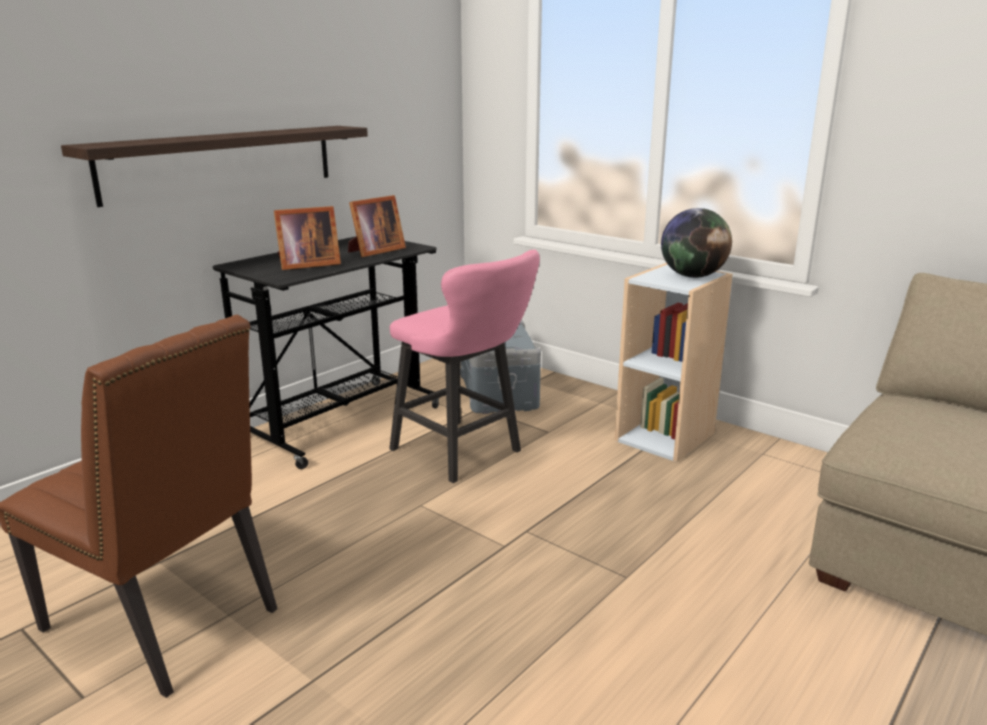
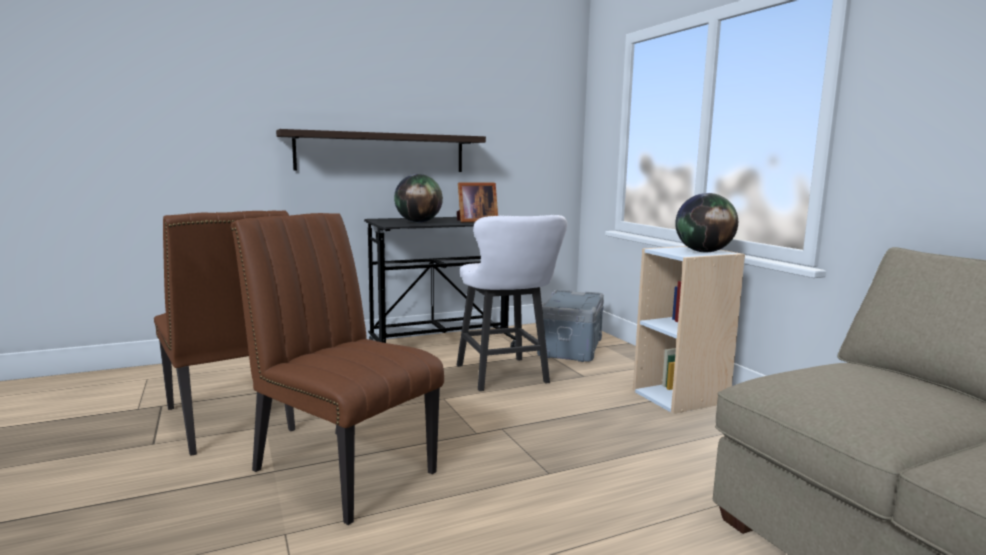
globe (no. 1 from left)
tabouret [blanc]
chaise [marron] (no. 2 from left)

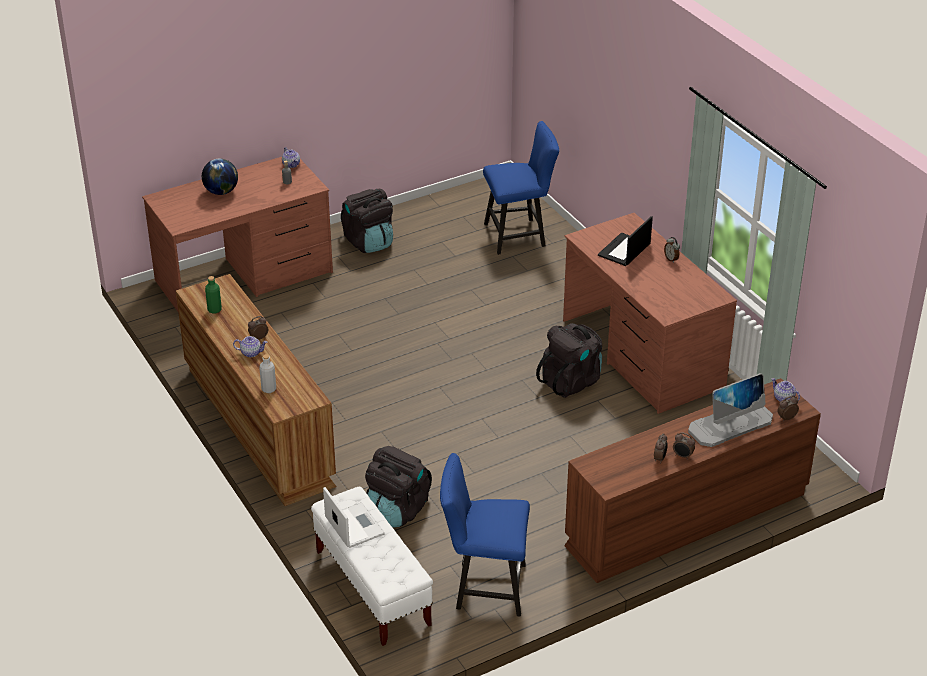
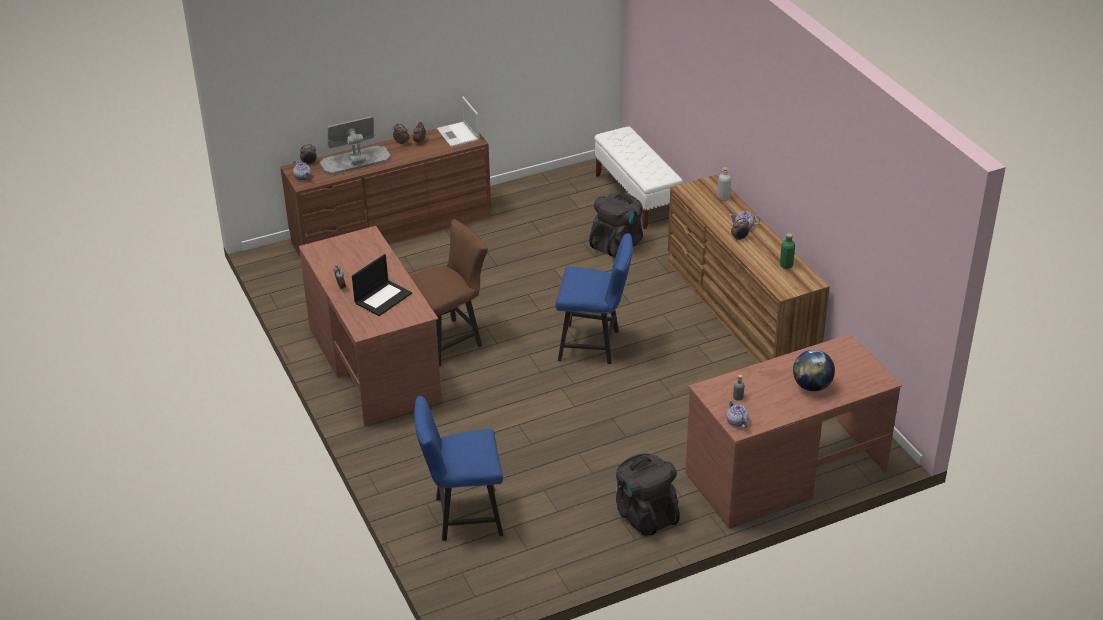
ordinateur portable (no. 2 from left)
chaise [bleu] (no. 2 from left)
chaise [marron]

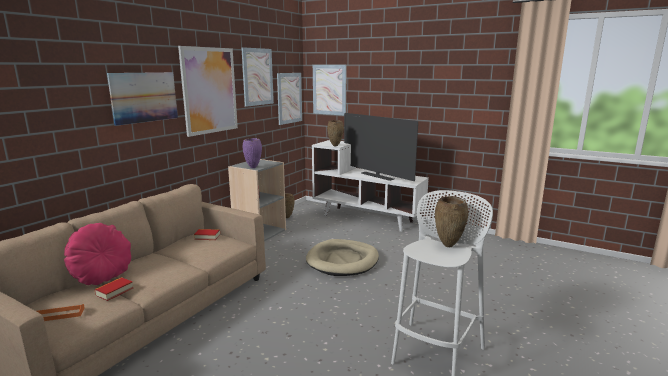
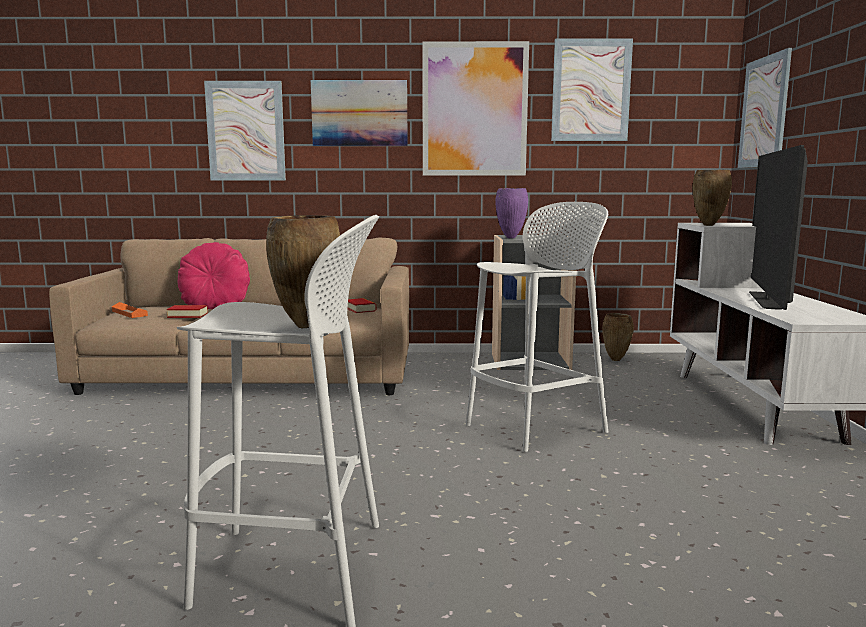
tableau (no. 1 from left)
tabouret [blanc] (no. 2 from left)

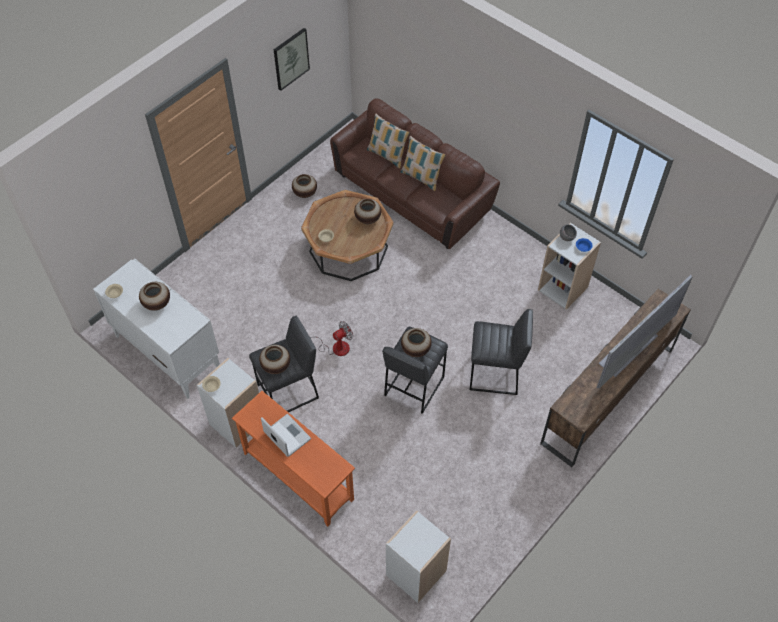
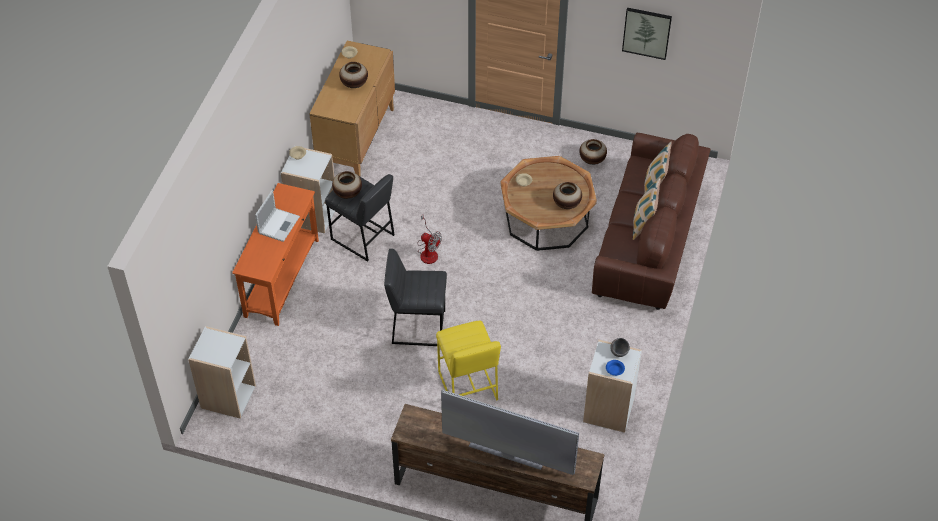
meuble de rangement [marron]
vase (no. 5 from left in the first image)
tabouret [jaune]

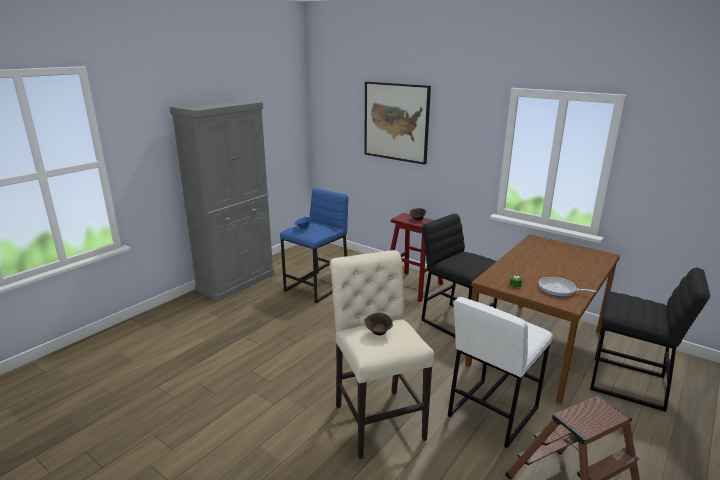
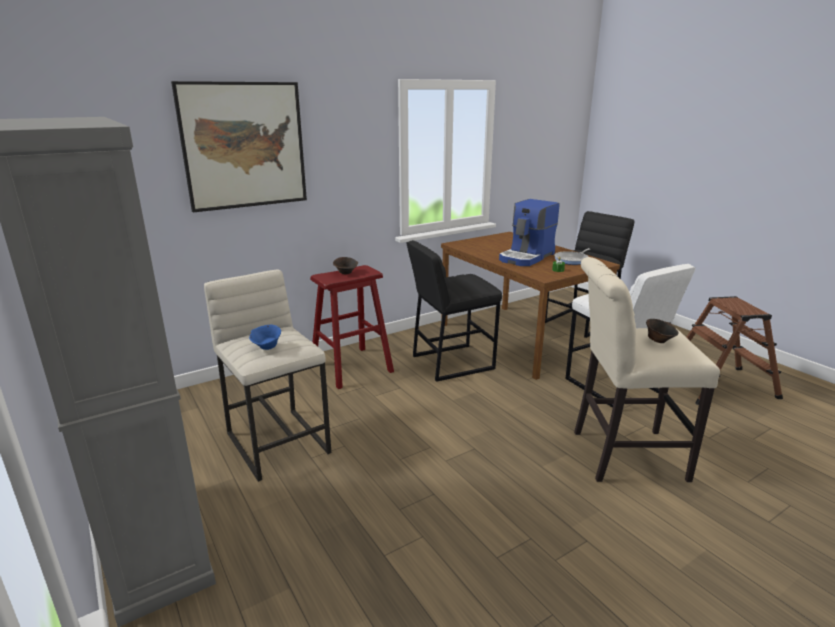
tabouret [beige] (no. 1 from left)
machine à café

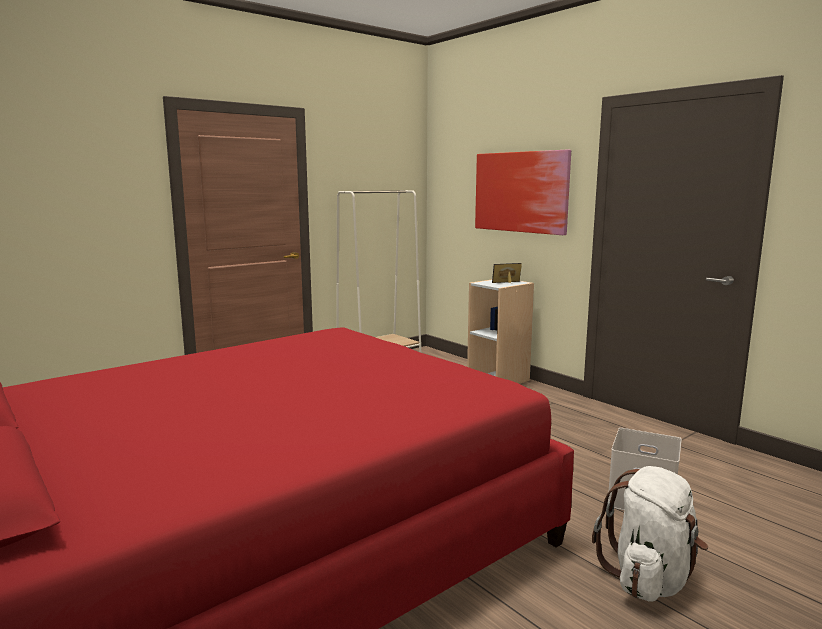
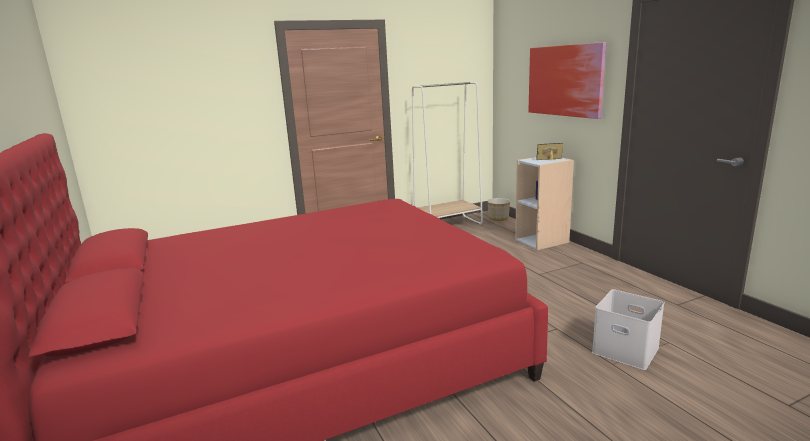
sac à dos [blanc]
cache-pot

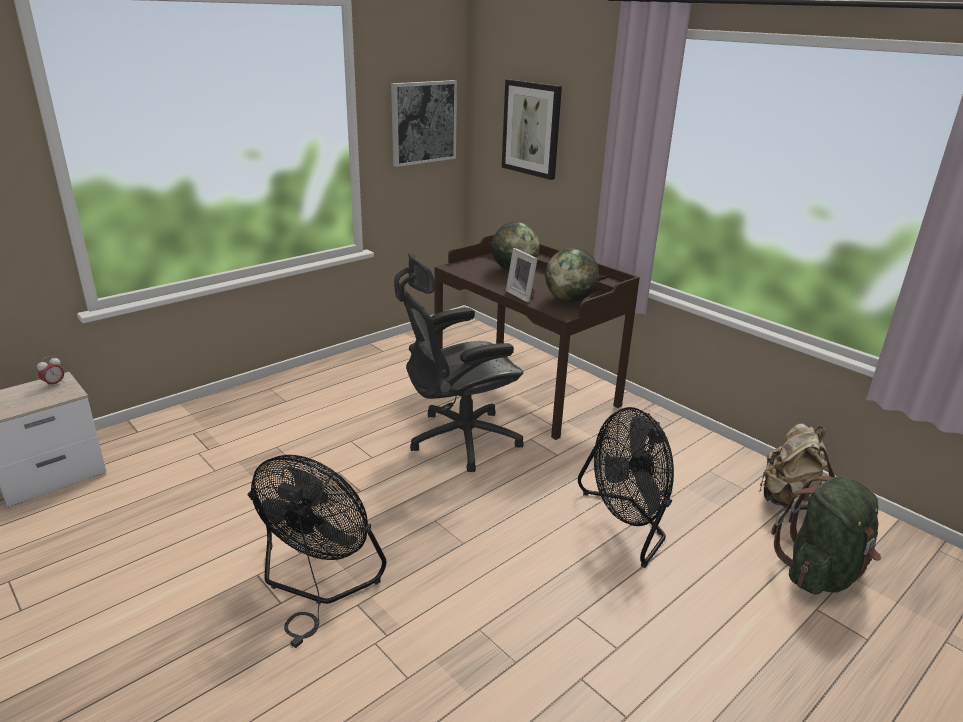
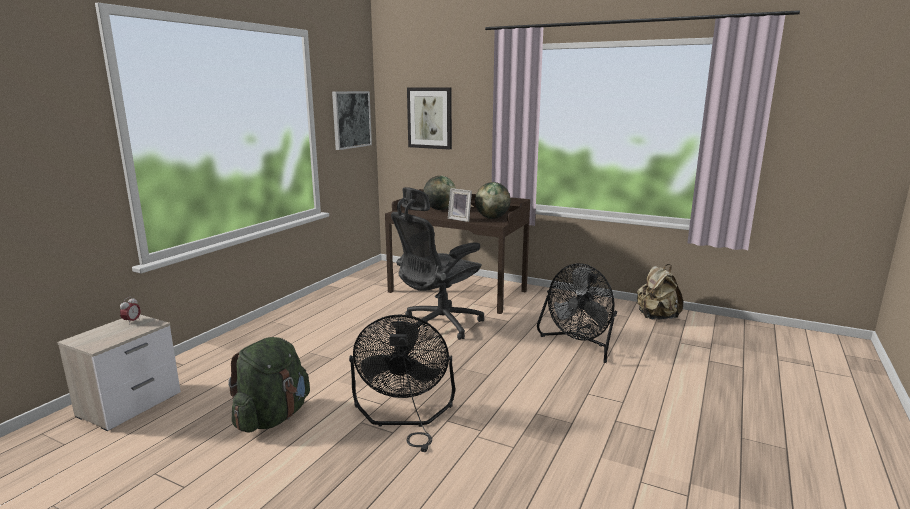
sac à dos [vert]

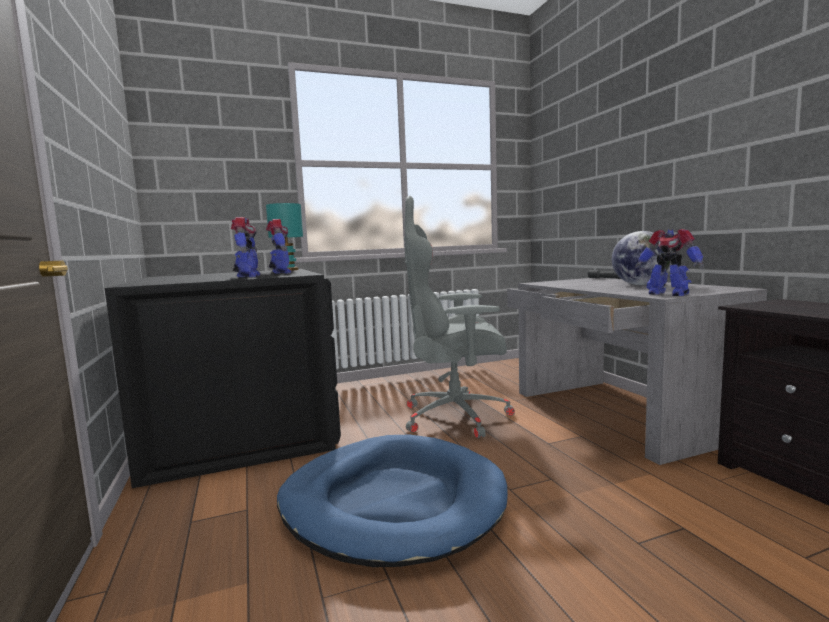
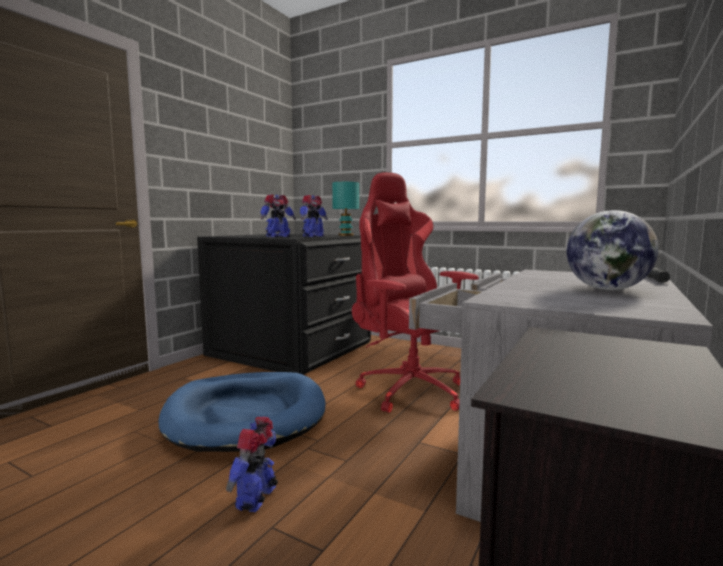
chaise de bureau [rouge]
robot jouet (no. 1 from left)

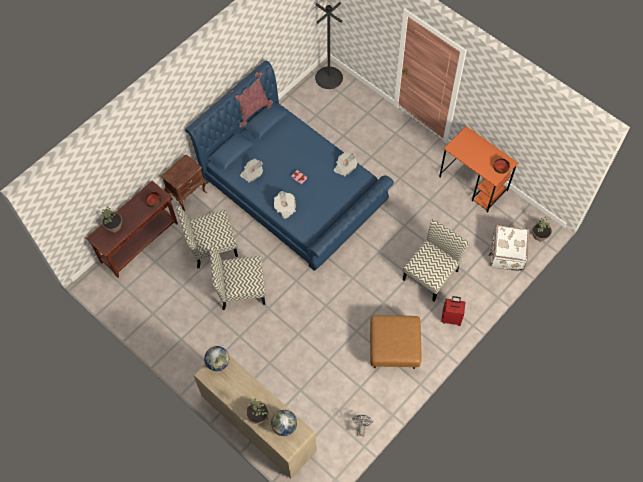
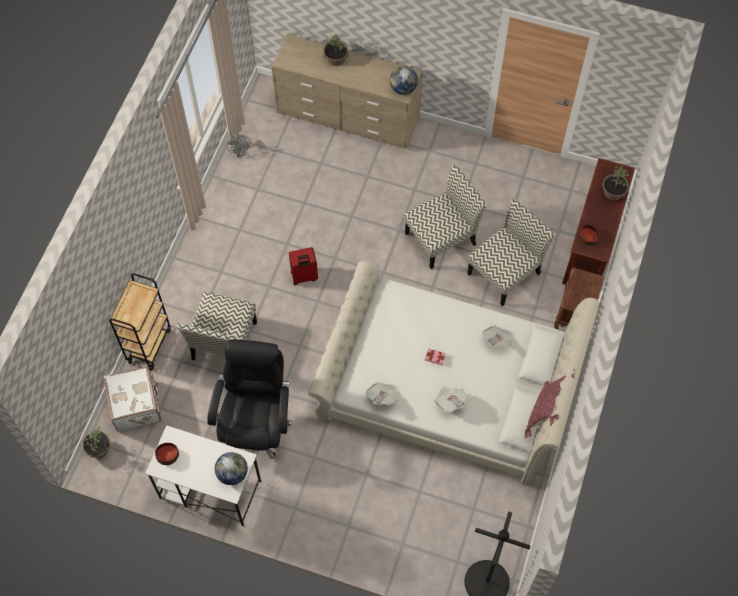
lit [beige]
globe (no. 1 from left)
journal (no. 2 from left)
pouf [marron]
bureau [blanc]
valise [rouge]
chariot [marron]
chaise de bureau [noir]

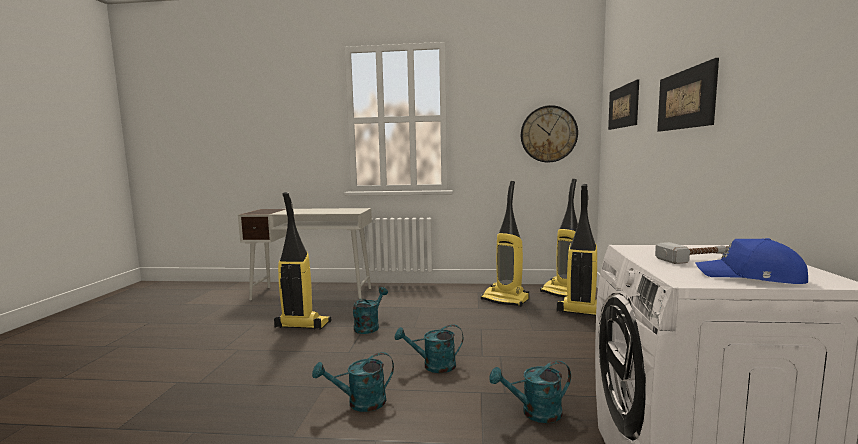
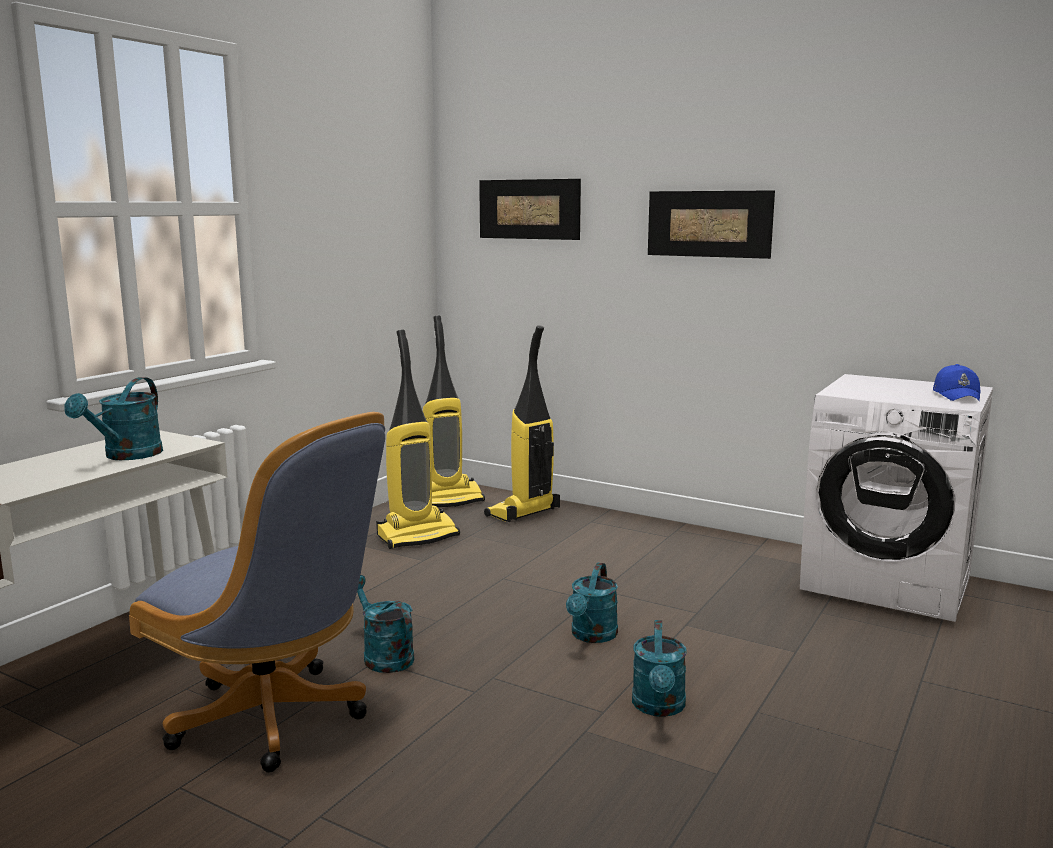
chaise de bureau [bleu]
arrosoir [turquoise] (no. 1 from left)
horloge murale
marteau
casquette [bleu]

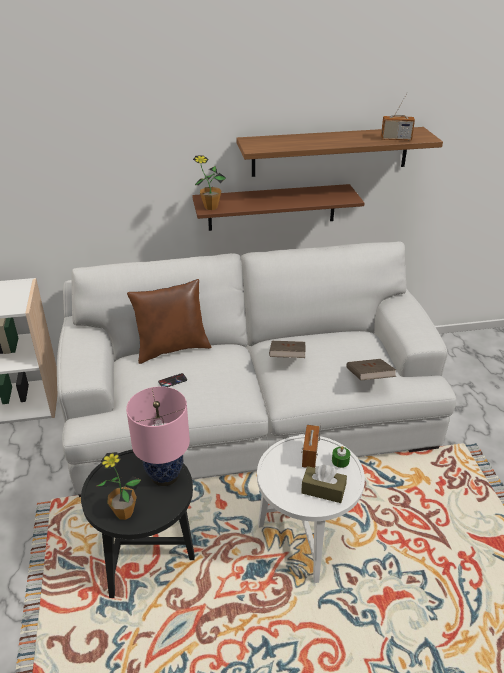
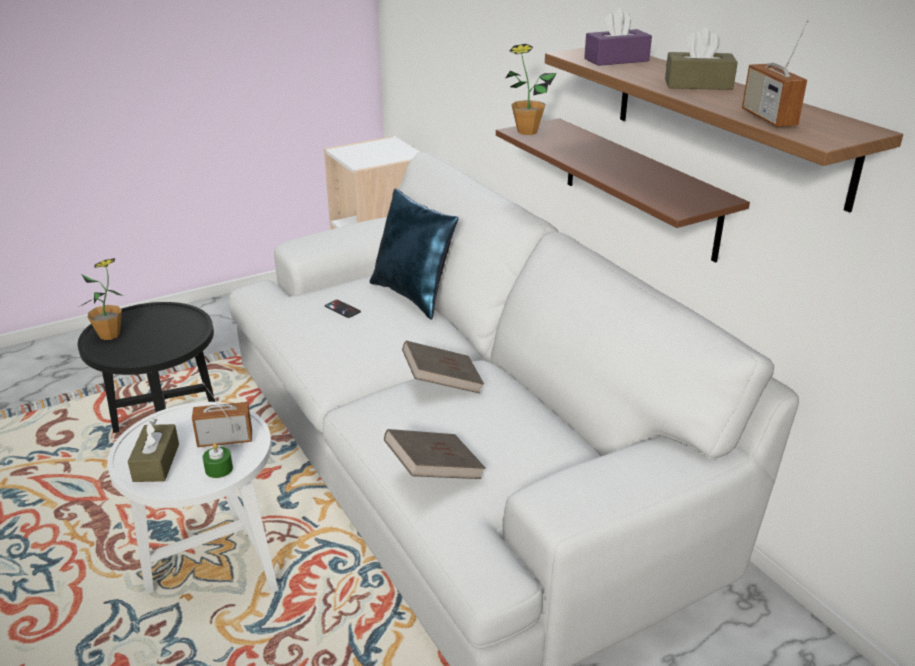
lampe de table [rose]
coussin [bleu]
boîte à mouchoirs [violet]
boîte à mouchoirs [marron] (no. 2 from left)

